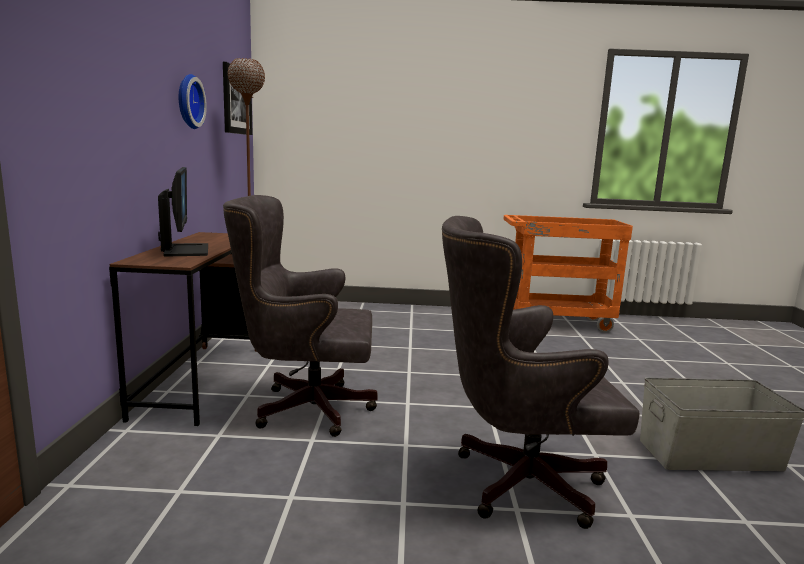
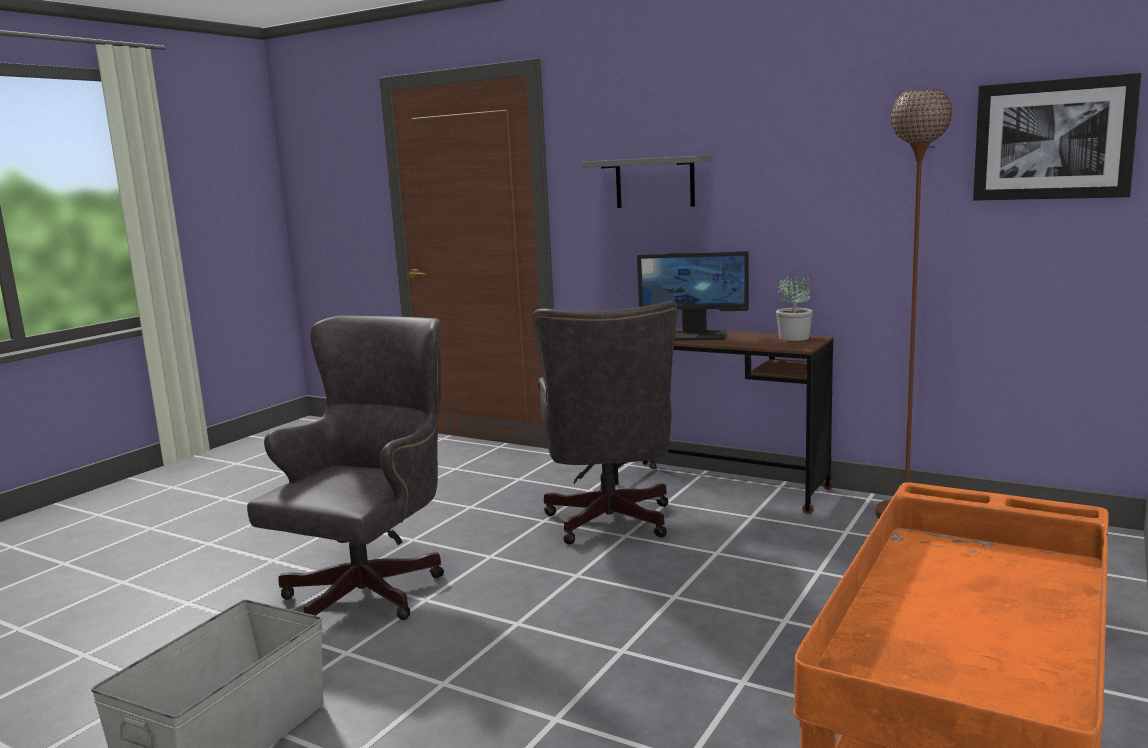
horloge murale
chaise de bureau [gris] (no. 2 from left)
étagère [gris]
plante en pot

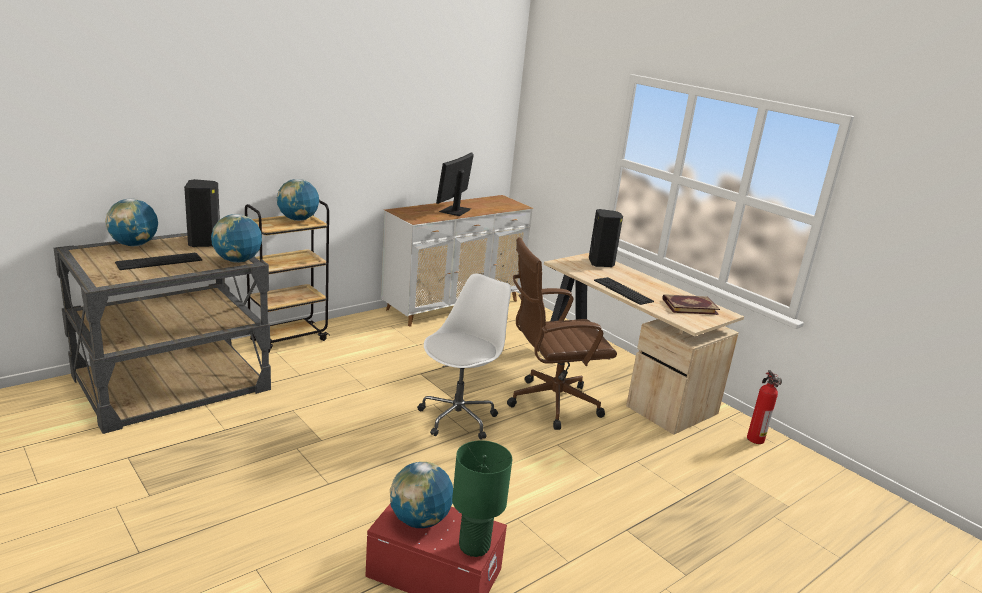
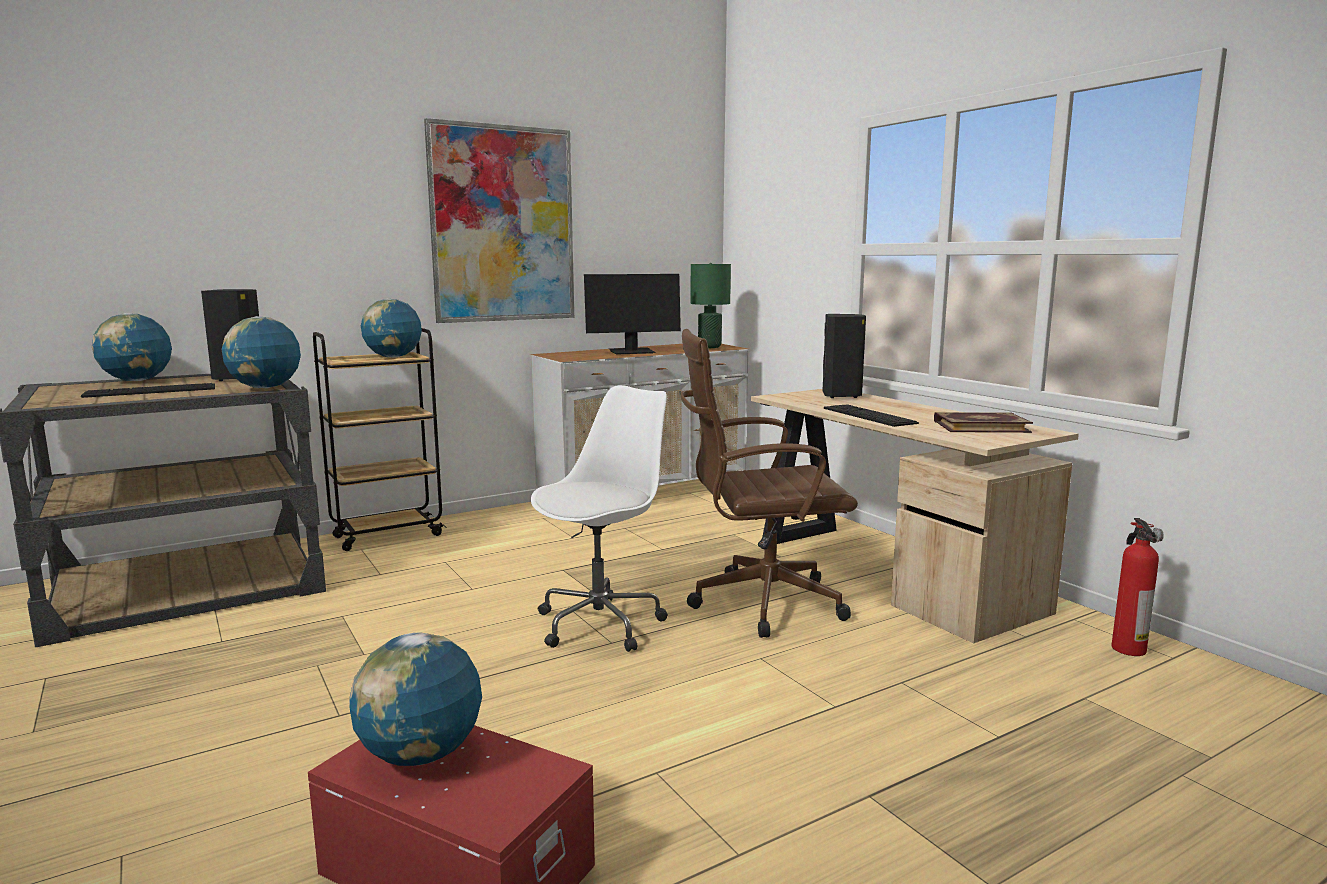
écran d'ordinateur
lampe de table [vert]
tableau

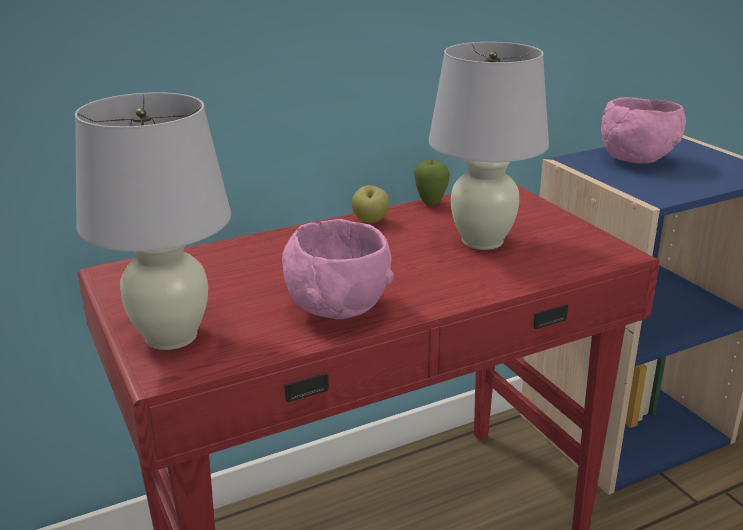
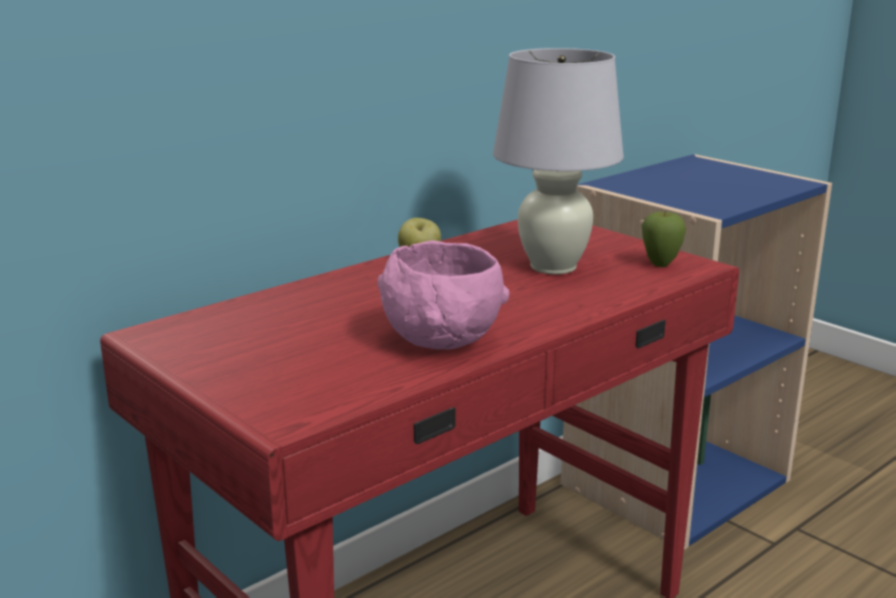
lampe de table [blanc] (no. 1 from left in the first image)
pomme (no. 2 from left)
bol [rose] (no. 2 from left in the first image)

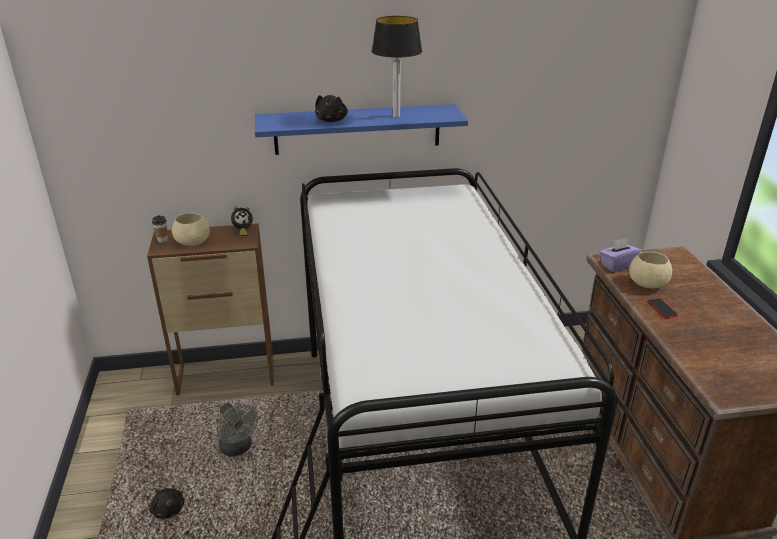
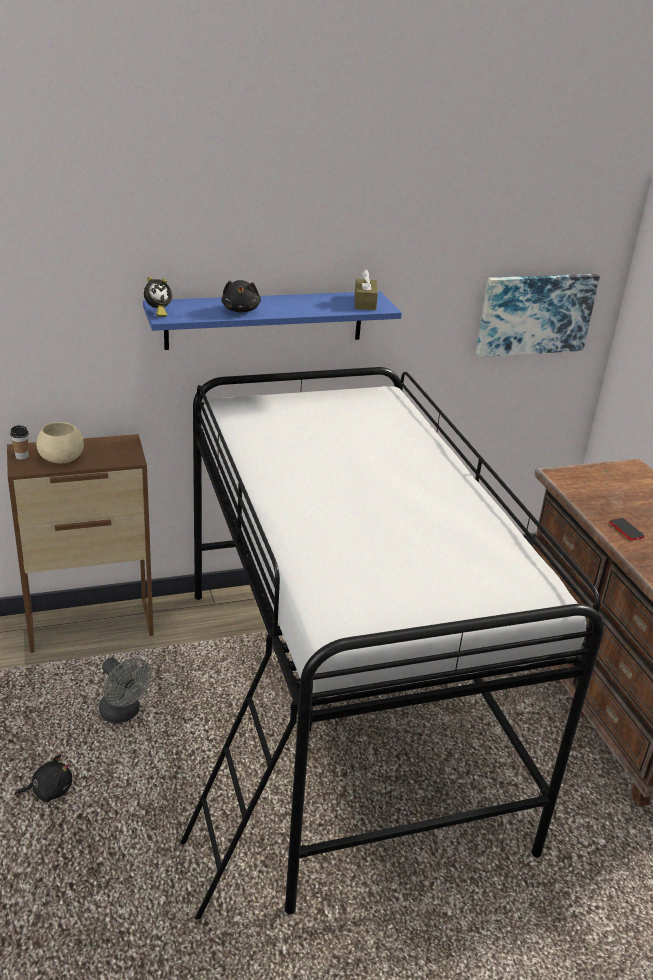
peluche [noir] (no. 1 from left)
réveil
lampe de table
boîte à mouchoirs [violet]
bol [beige] (no. 2 from left in the first image)
boîte à mouchoirs [marron]
tableau

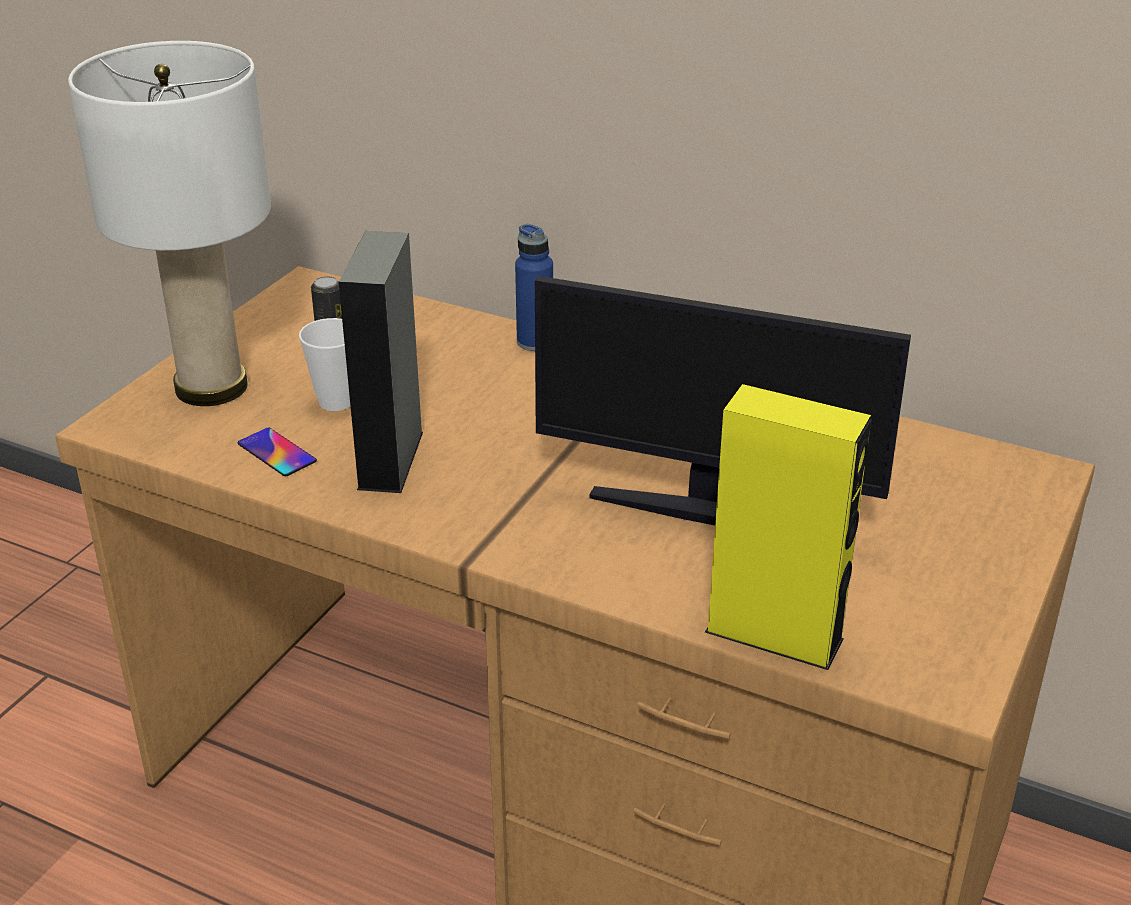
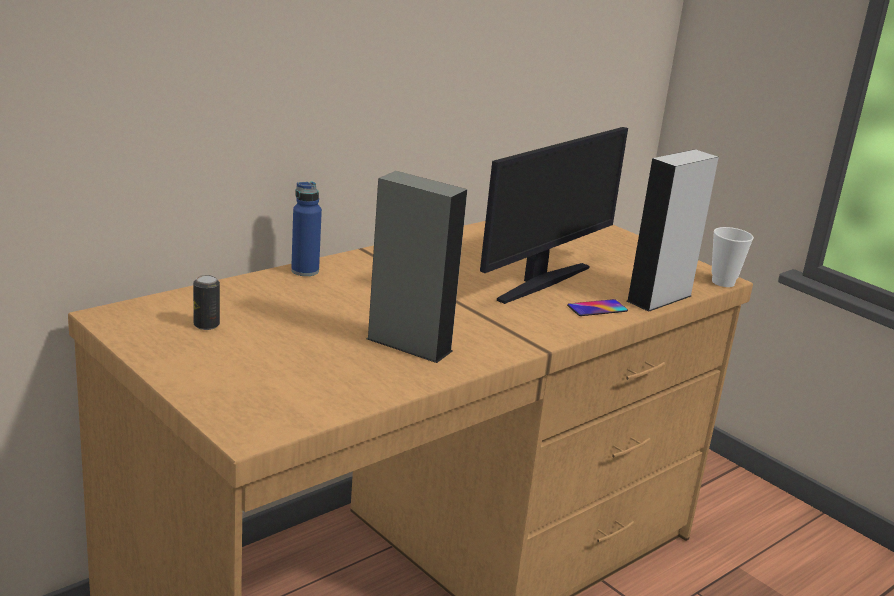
lampe de table [blanc]
téléphone
tasse
enceinte [gris] (no. 2 from left)

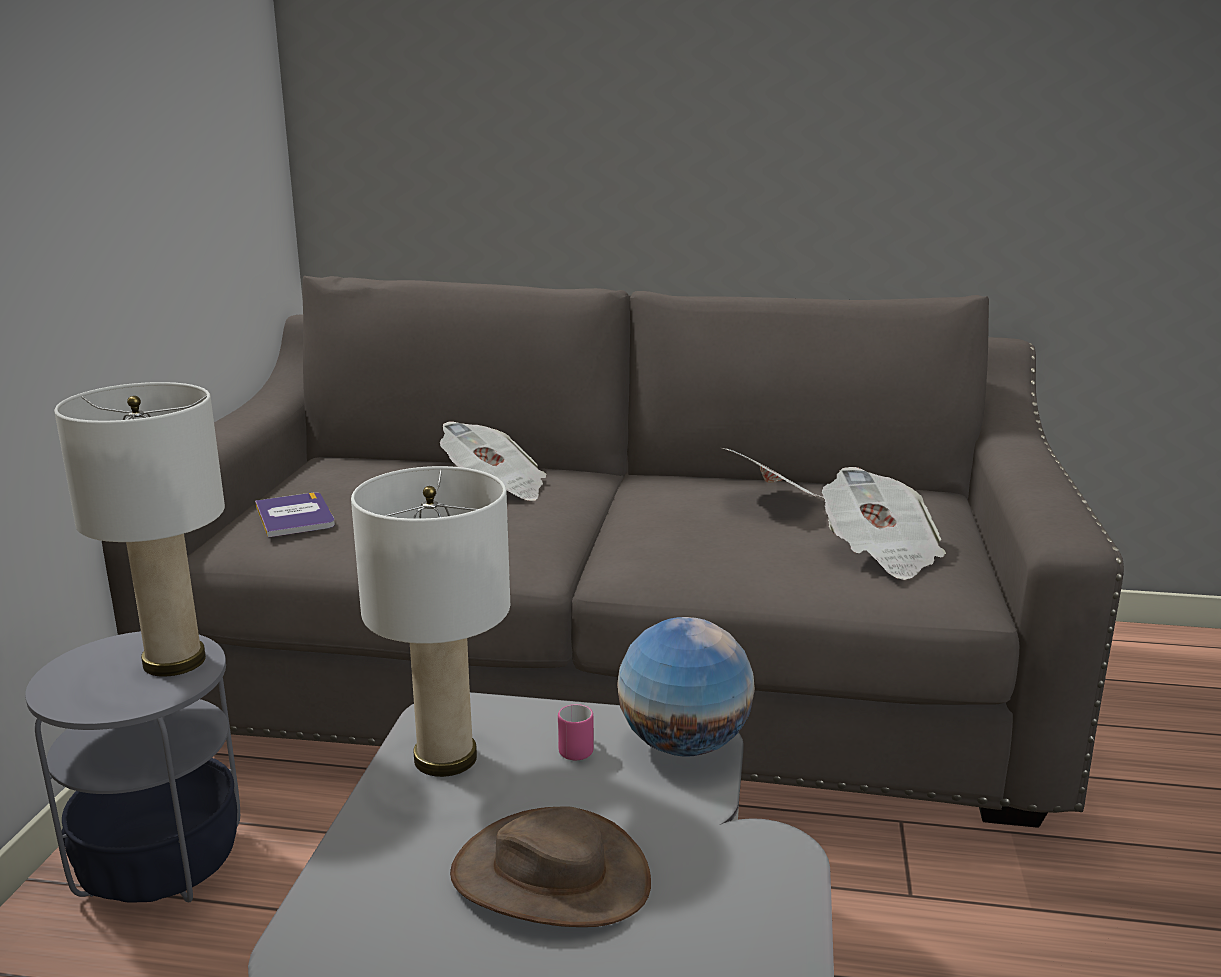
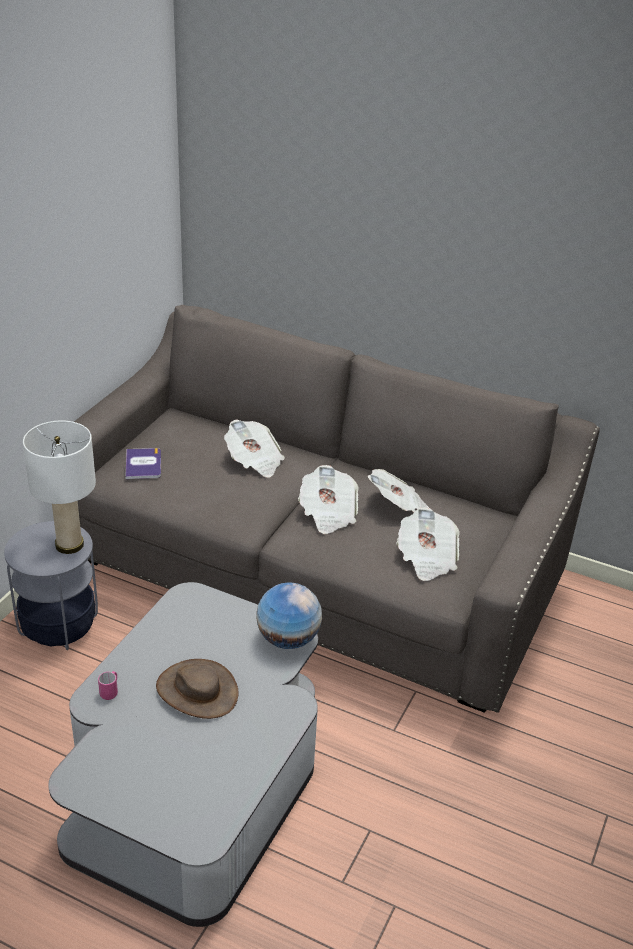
lampe de table [blanc] (no. 2 from left in the first image)
mug [rose]
journal (no. 2 from left)

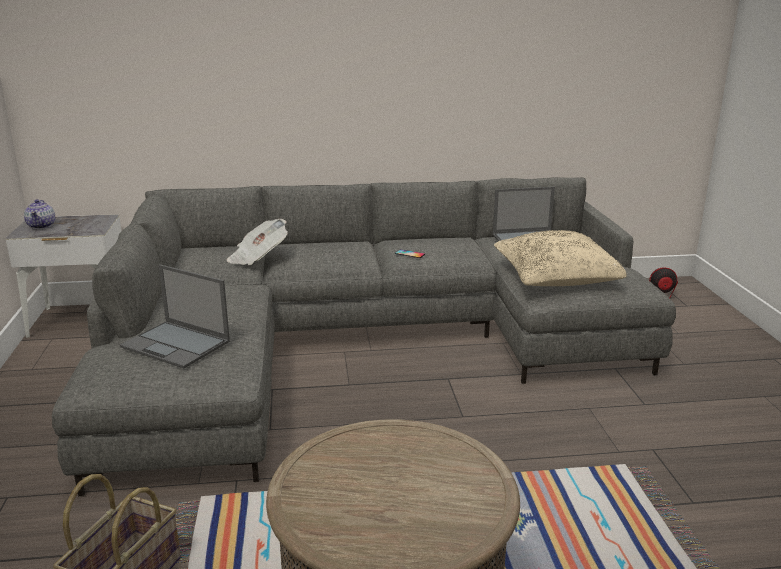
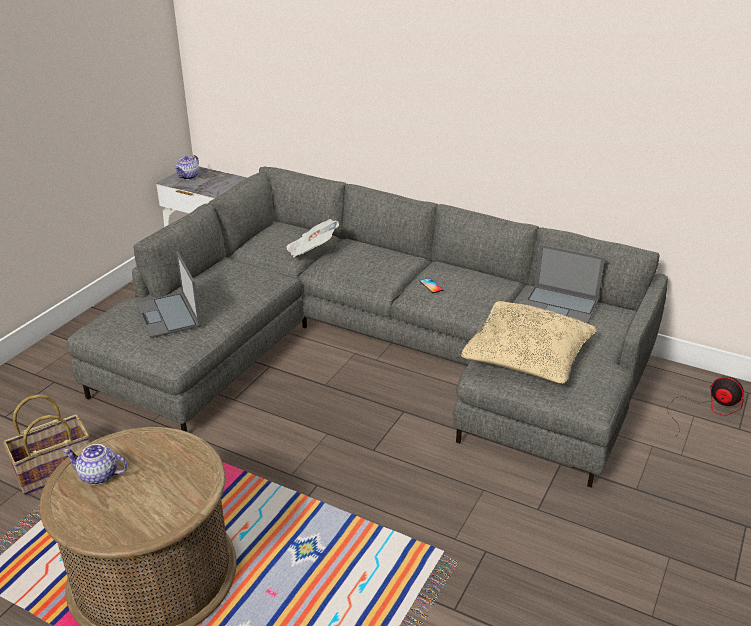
théière (no. 1 from left)

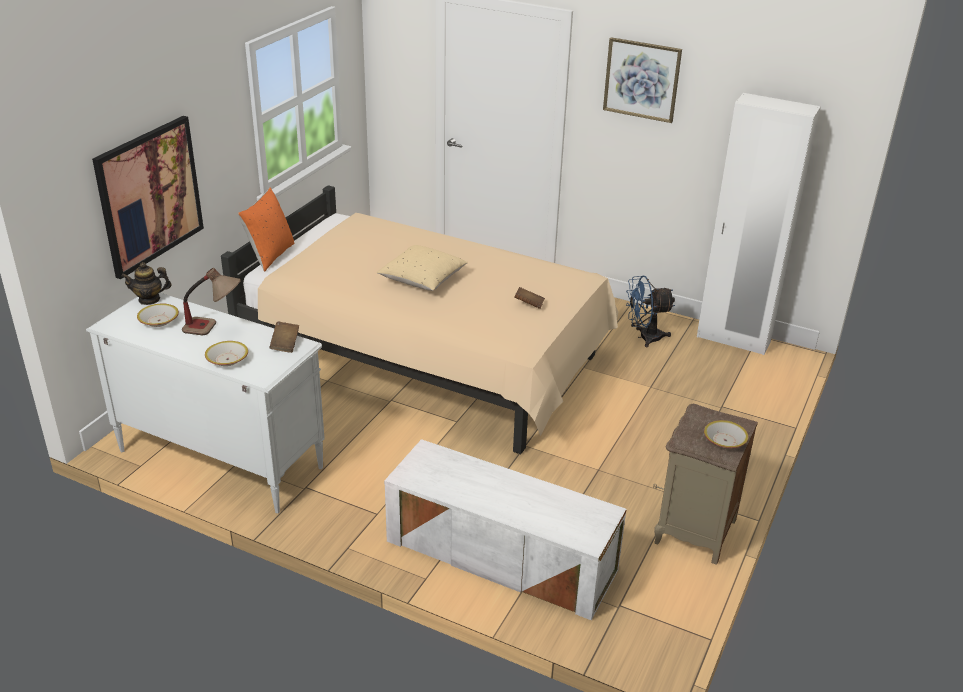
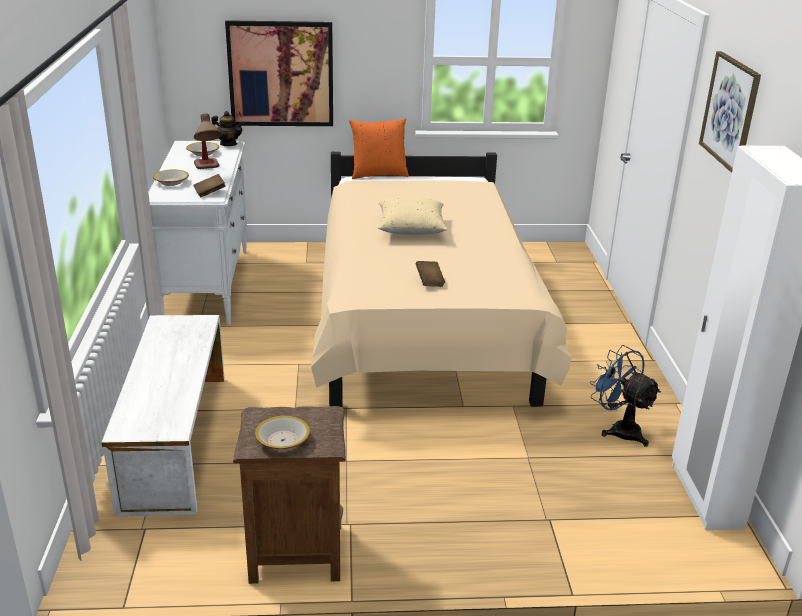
théière

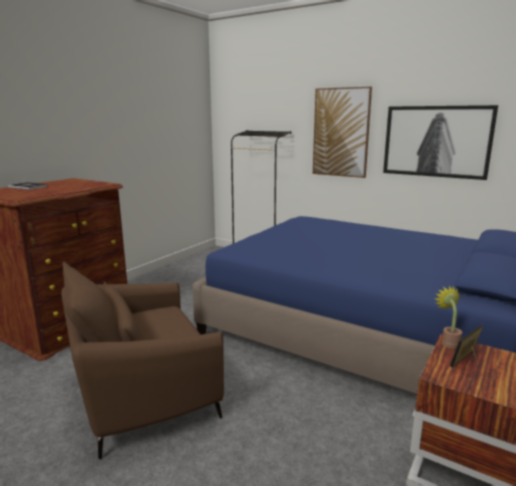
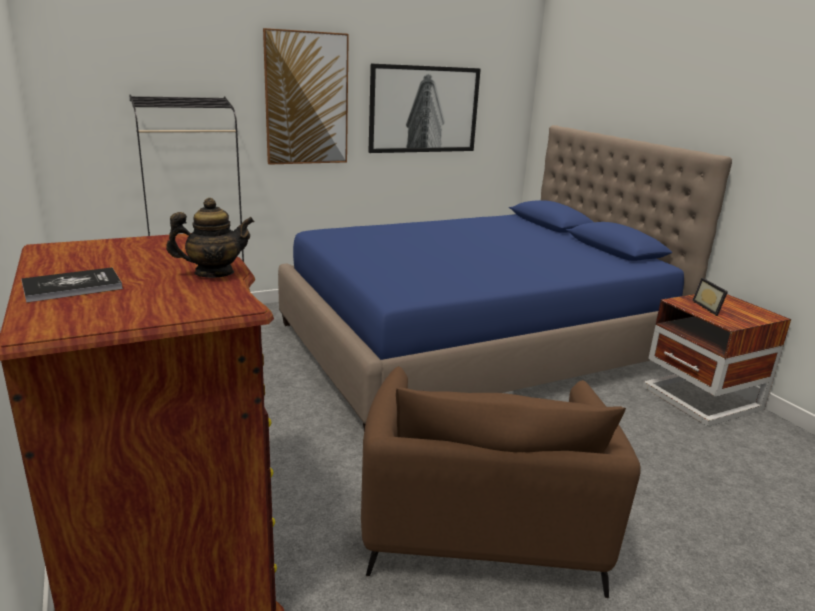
plante en pot
théière

